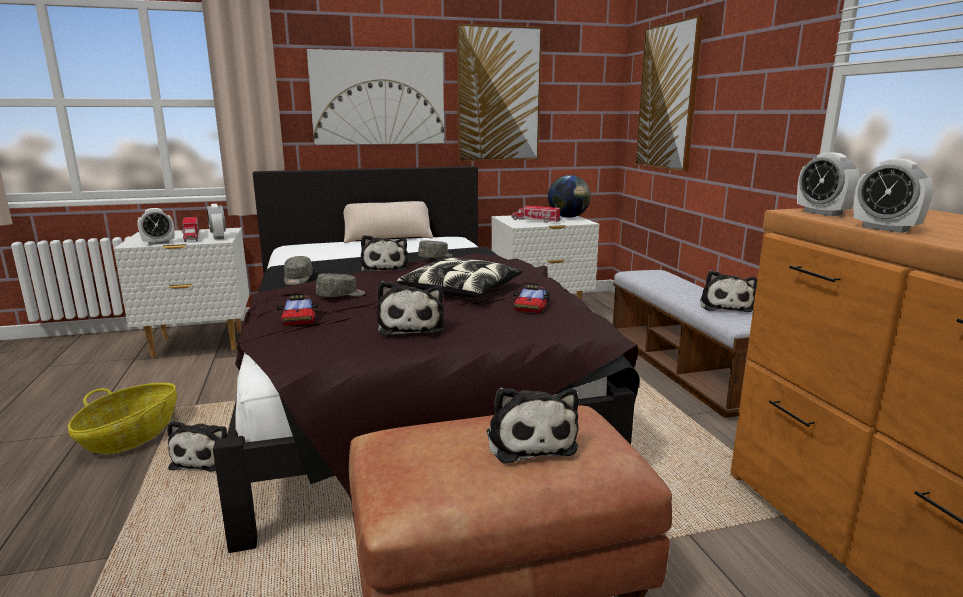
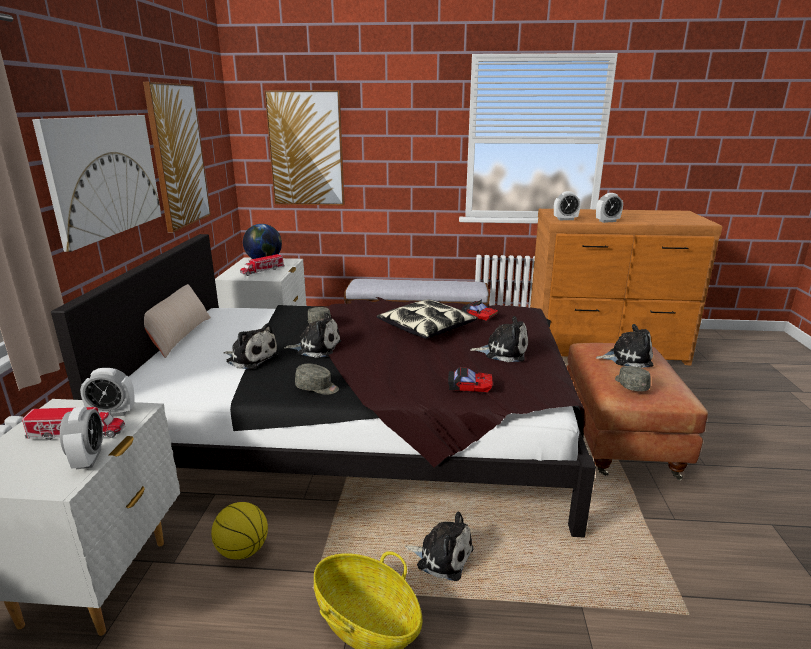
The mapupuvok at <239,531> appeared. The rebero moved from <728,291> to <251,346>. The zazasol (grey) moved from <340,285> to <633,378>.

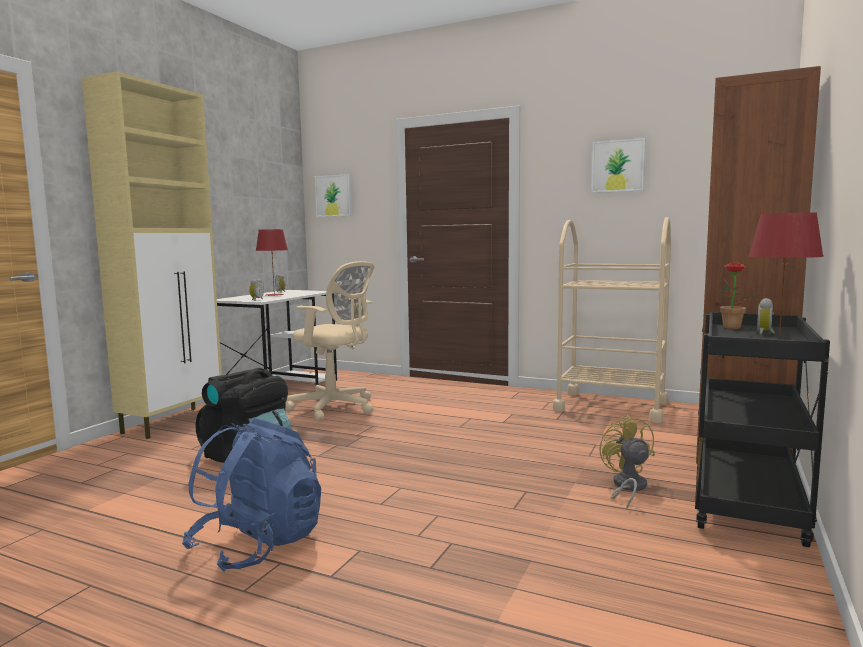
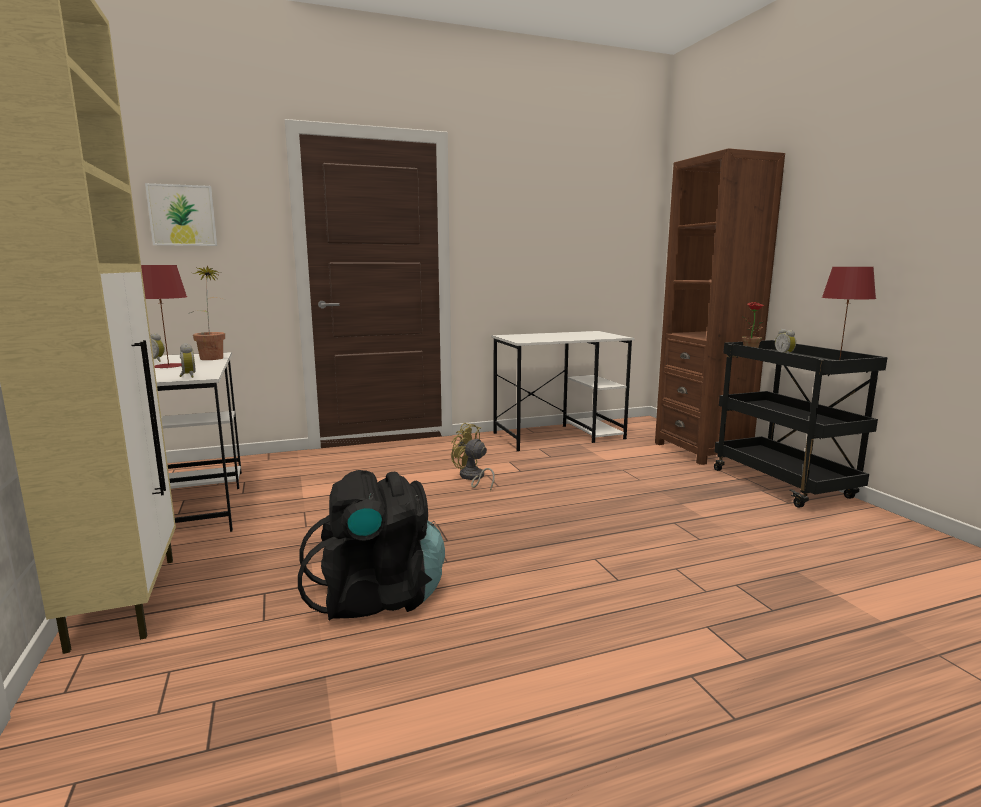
The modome at <208,312> appeared. The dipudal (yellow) moved from <627,462> to <473,457>. The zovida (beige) at <612,320> was replaced by the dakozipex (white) at <563,391>. The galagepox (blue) at <251,494> disappeared. The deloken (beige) at <330,341> disappeared. The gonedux at <618,165> disappeared.

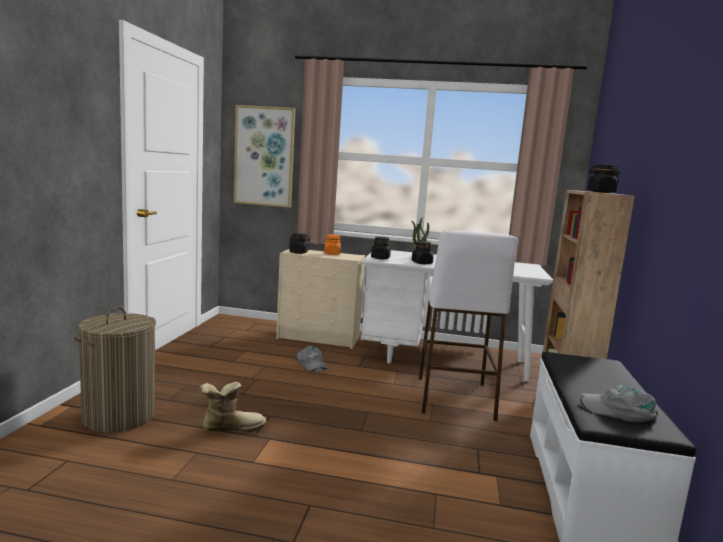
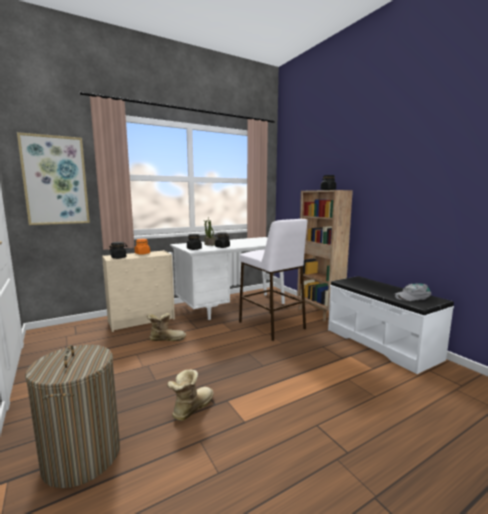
The zazasol (grey) at <310,359> was replaced by the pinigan at <166,327>.

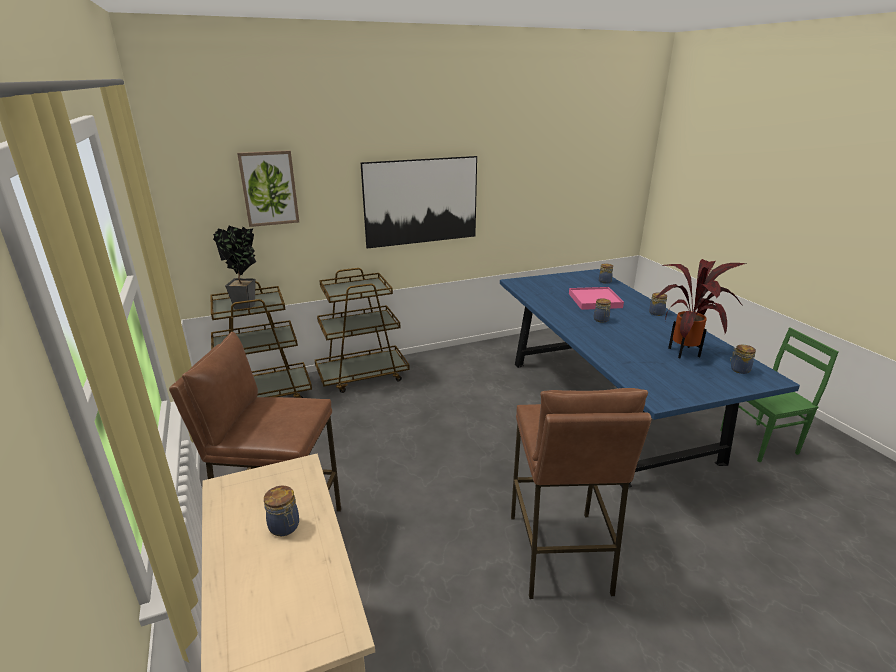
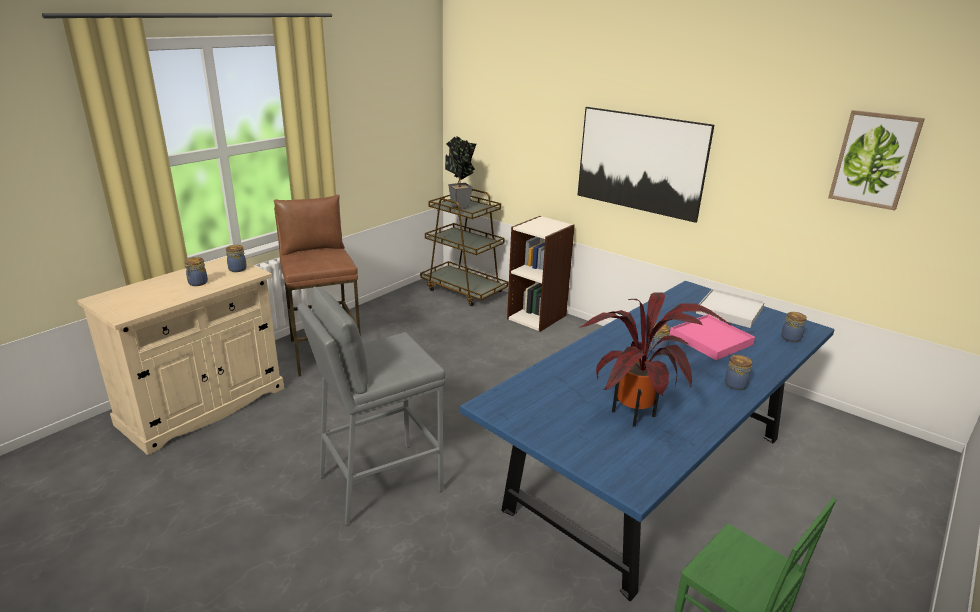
The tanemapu moved from <743,359> to <236,258>. The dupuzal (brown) at <581,493> became the dupuzal (grey) at <371,406>. The zovida (brown) at <362,330> was replaced by the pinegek at <541,274>. The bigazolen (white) at <730,308> appeared. The gonedux moved from <268,188> to <876,160>.

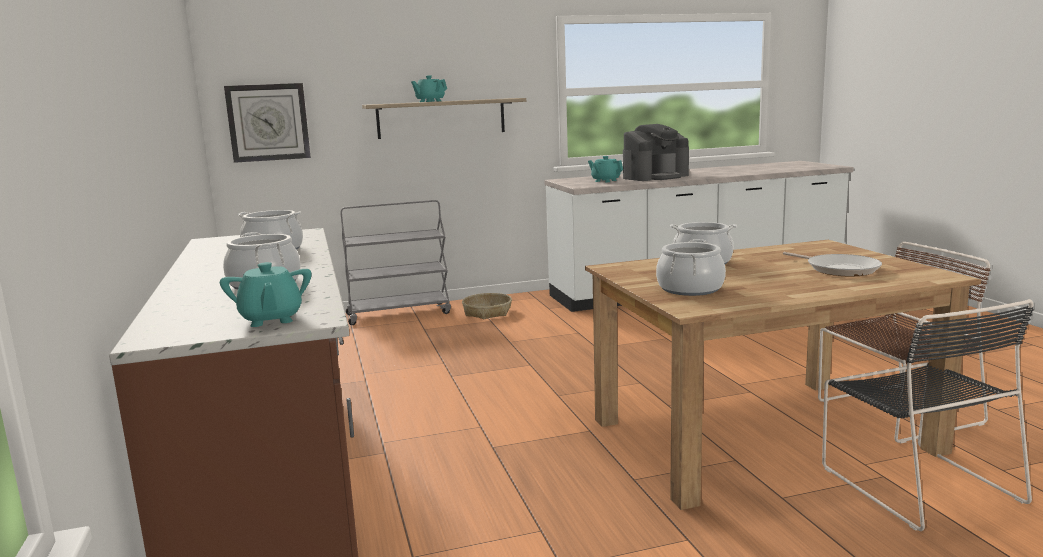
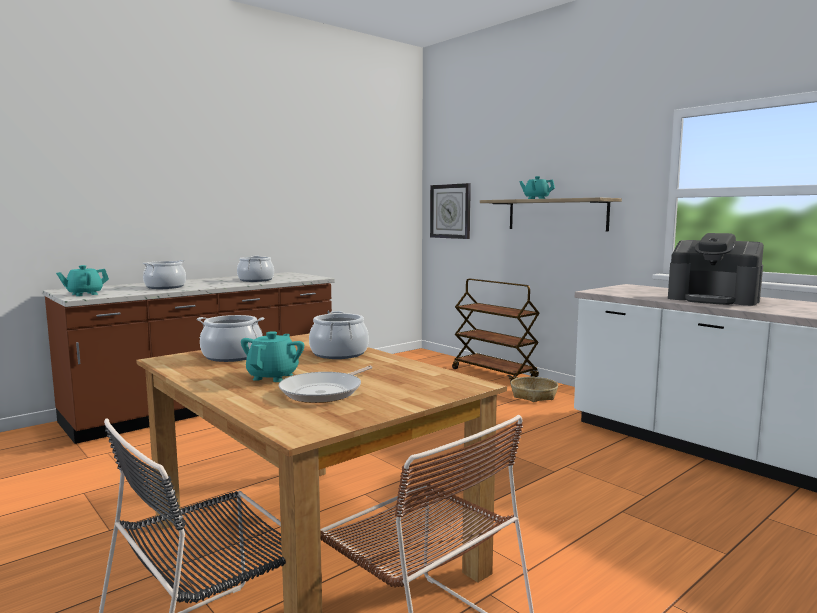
The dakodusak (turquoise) moved from <605,169> to <272,356>. The zovida (grey) at <396,262> became the zovida (brown) at <495,330>.

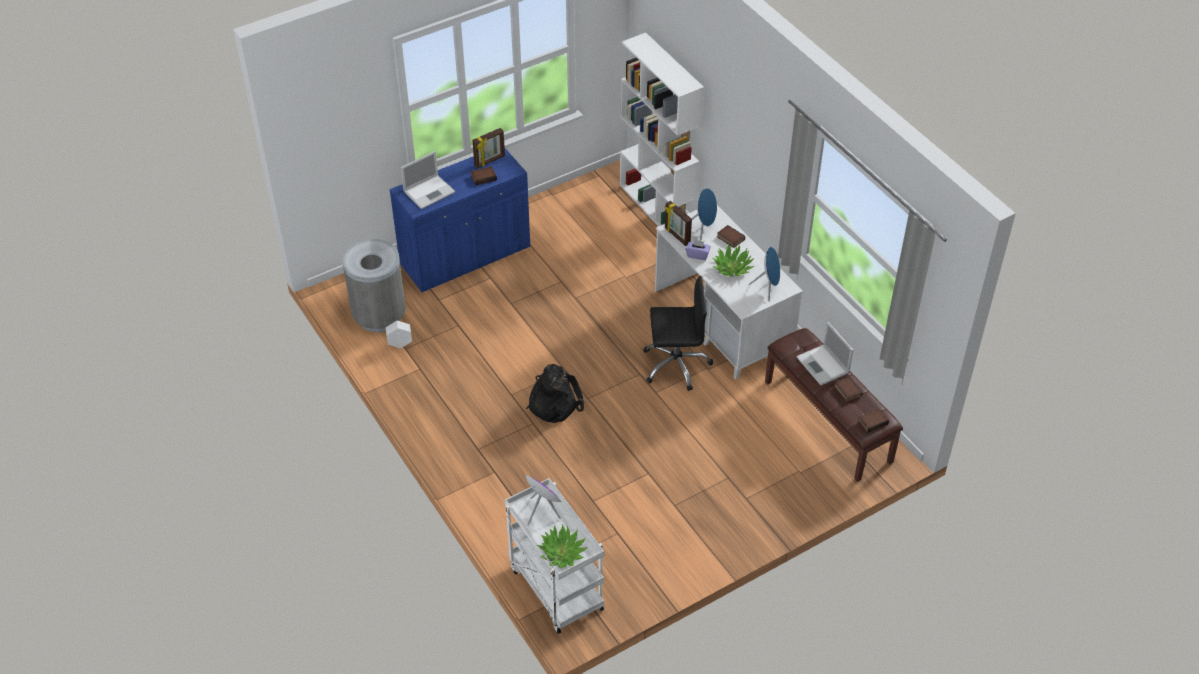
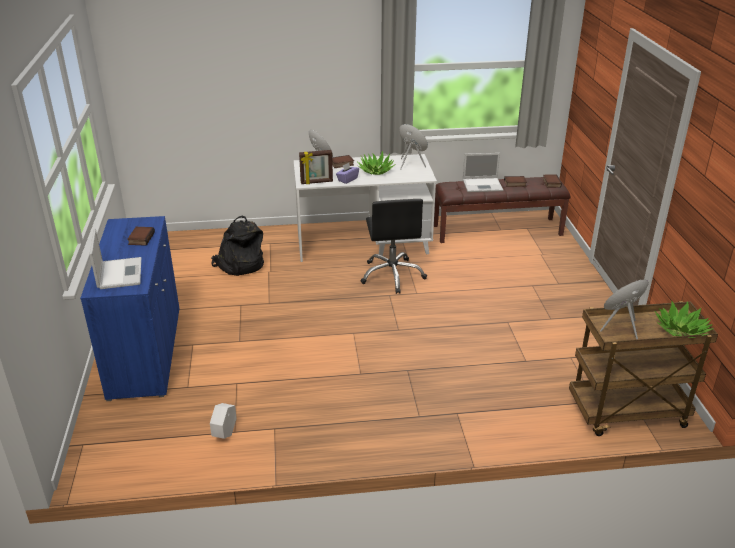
The galagepox (black) moved from <555,393> to <237,246>. The deloken (black) at <678,333> turned 150 degrees clockwise. The zovida (white) at <554,556> became the zovida (brown) at <643,368>. The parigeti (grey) at <374,285> disappeared. The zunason at <488,148> disappeared. The pinegek (white) at <662,129> disappeared.

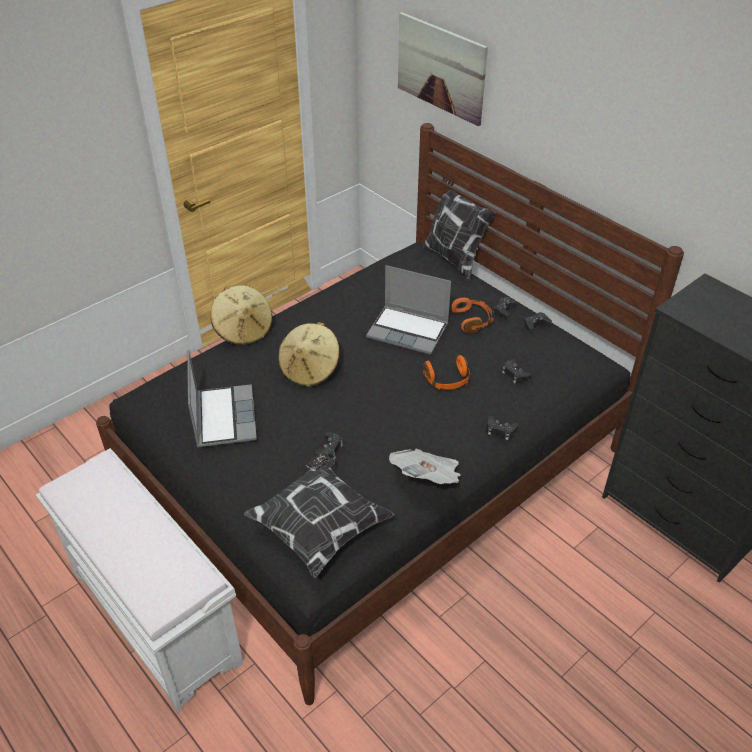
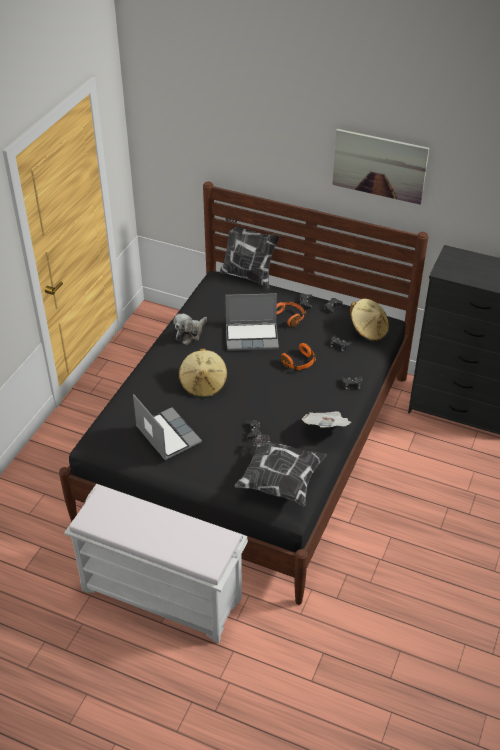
The rebero at <190,329> appeared. The gonedux moved from <443,69> to <380,167>. The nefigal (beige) moved from <242,315> to <369,320>.

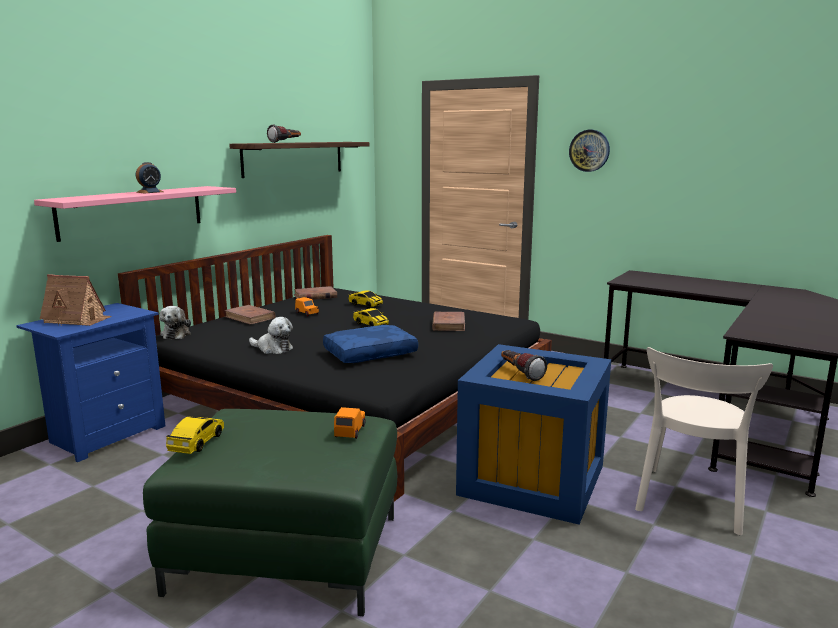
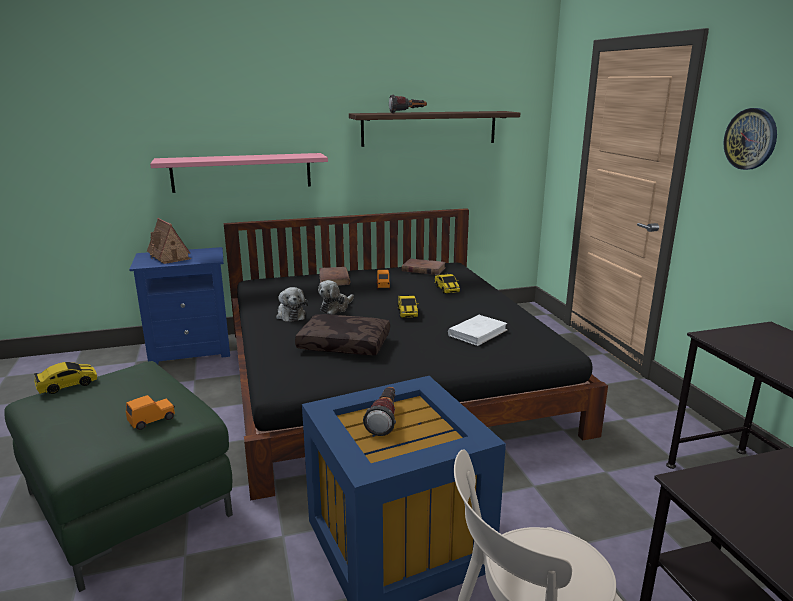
The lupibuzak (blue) at <370,344> became the lupibuzak (brown) at <342,334>. The rebero moved from <175,323> to <336,297>. The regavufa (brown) at <448,321> became the regavufa (white) at <478,330>. The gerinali at <149,177> disappeared.

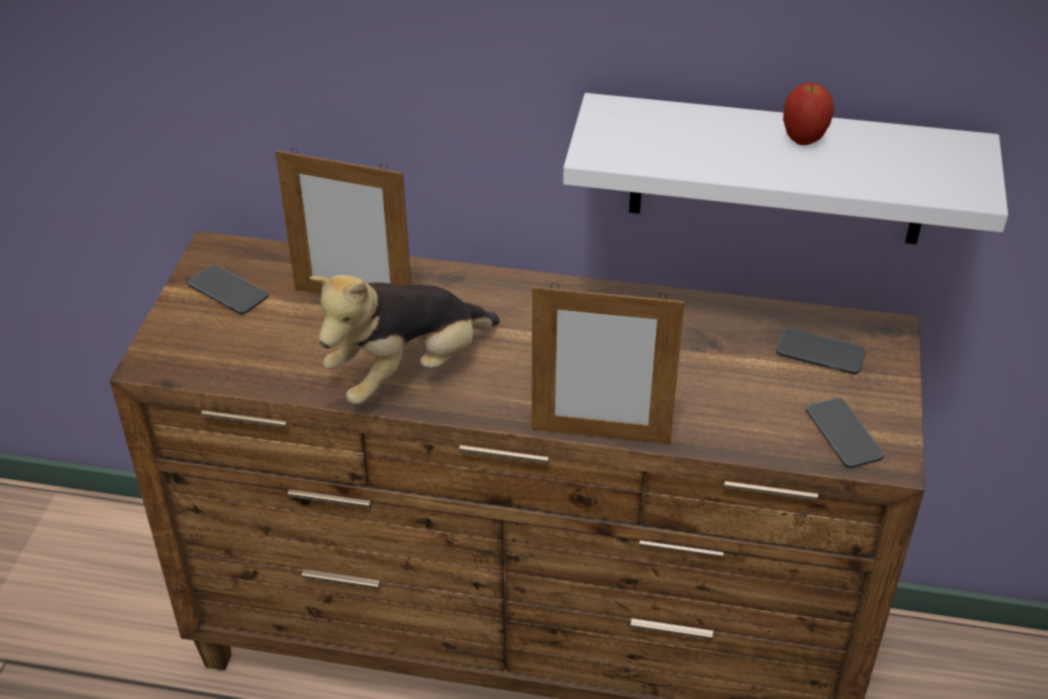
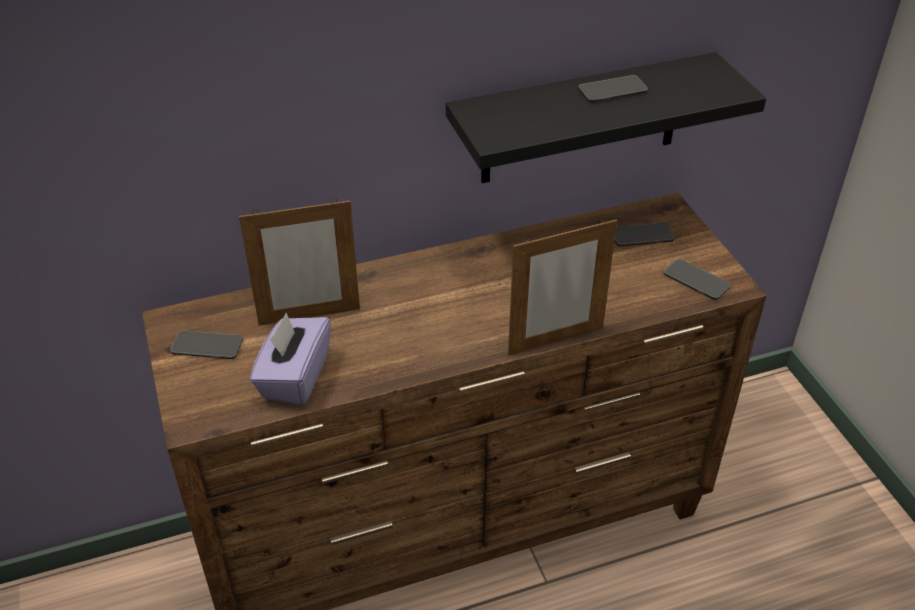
The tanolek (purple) at <290,359> appeared. The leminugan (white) at <785,169> became the leminugan (black) at <606,117>. The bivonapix at <808,114> was replaced by the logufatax at <613,88>. The rebero at <404,340> disappeared.

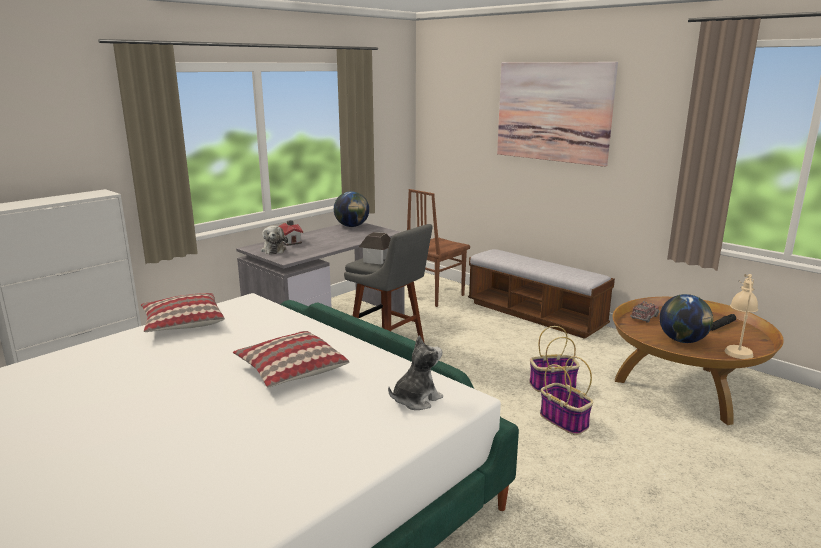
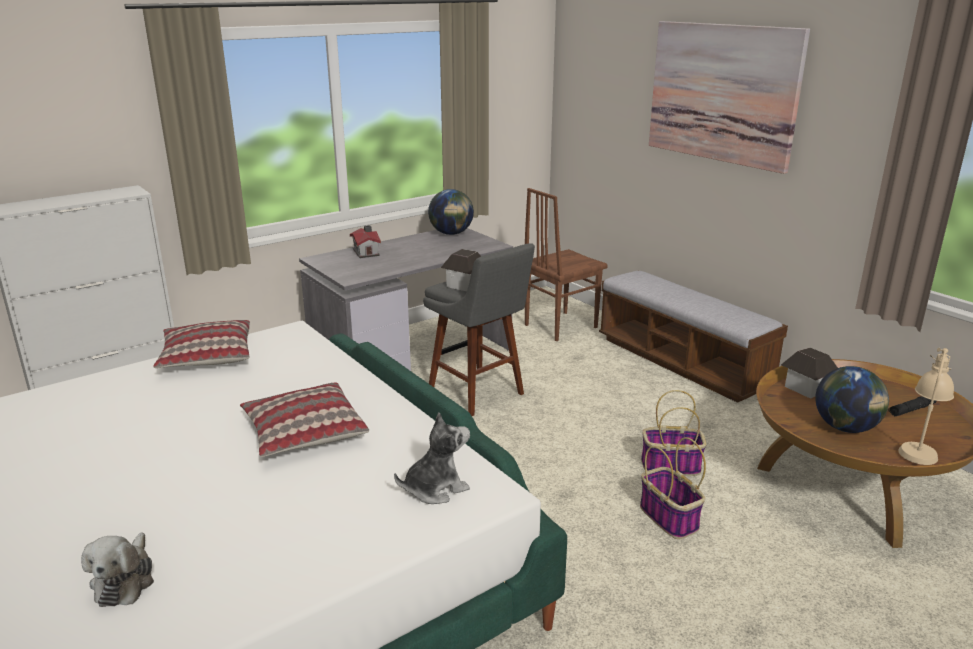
The rebero moved from <274,240> to <117,569>. The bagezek at <645,312> was replaced by the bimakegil at <809,373>.

